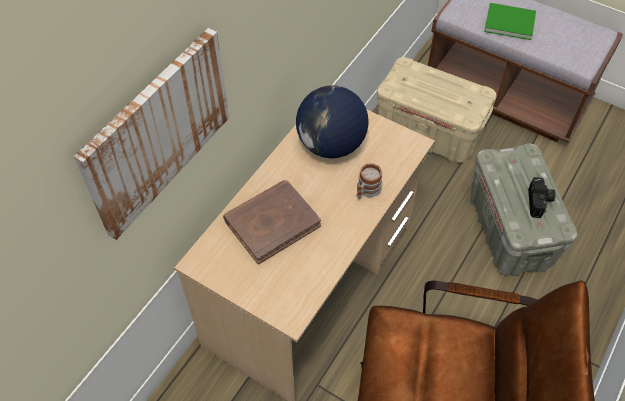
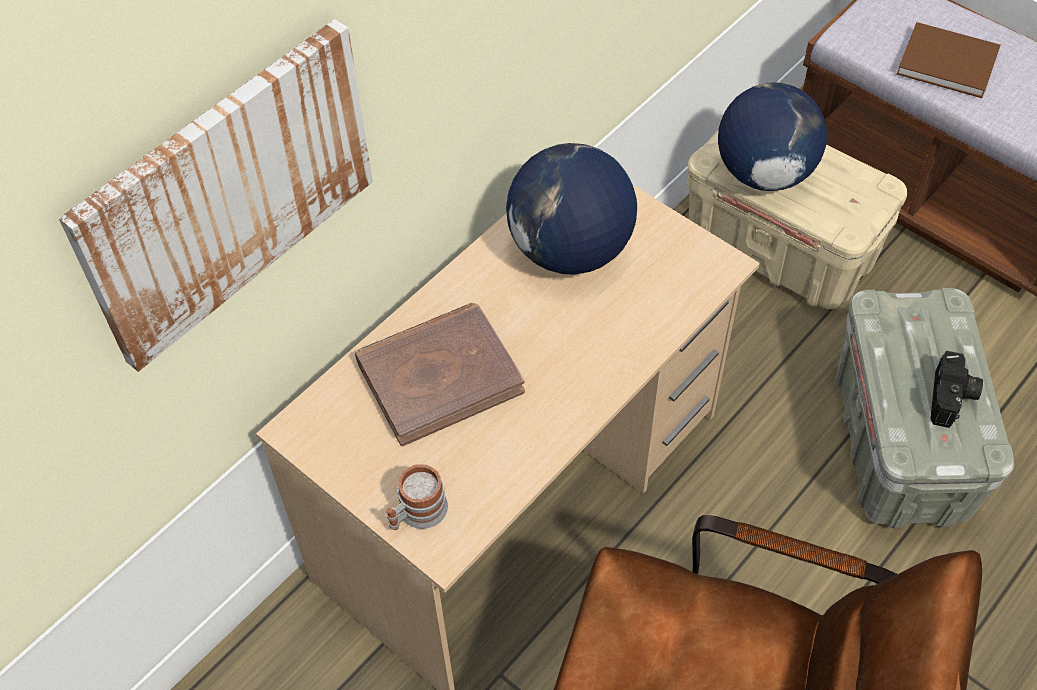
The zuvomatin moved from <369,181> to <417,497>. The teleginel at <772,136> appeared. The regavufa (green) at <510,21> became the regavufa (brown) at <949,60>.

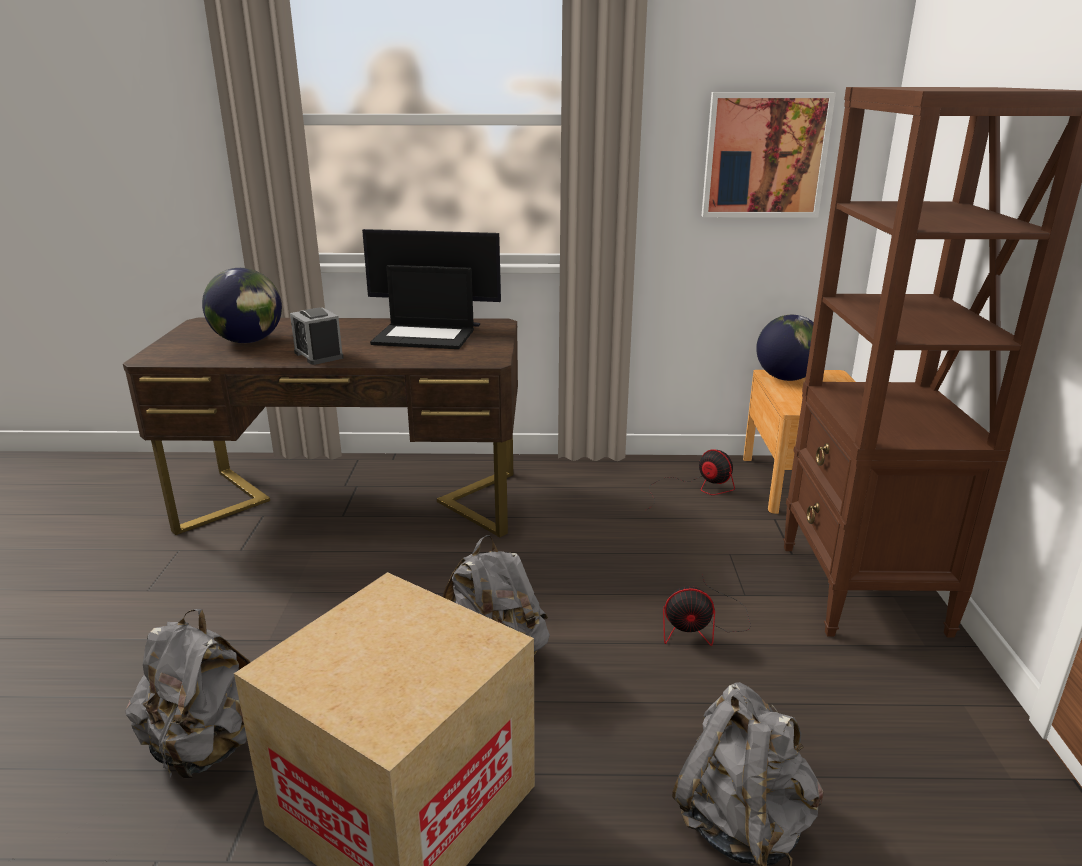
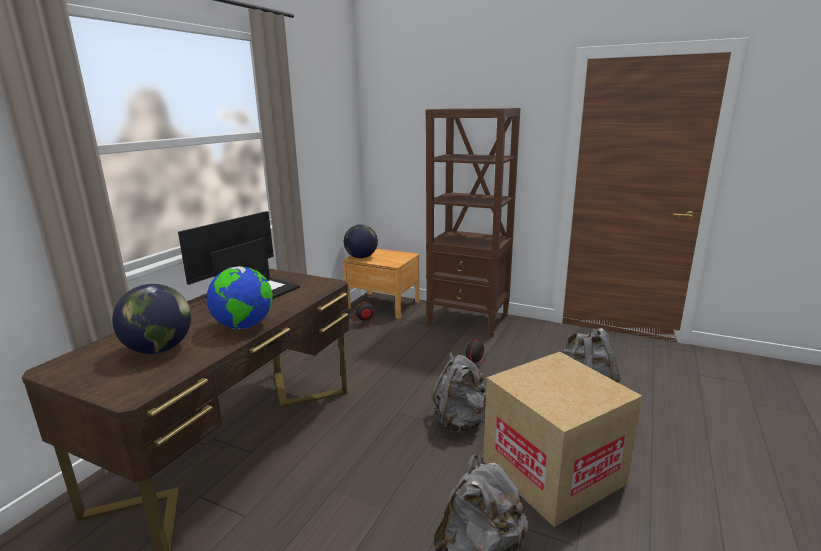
The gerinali at <317,336> was replaced by the teleginel at <240,297>. The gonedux at <769,155> disappeared.

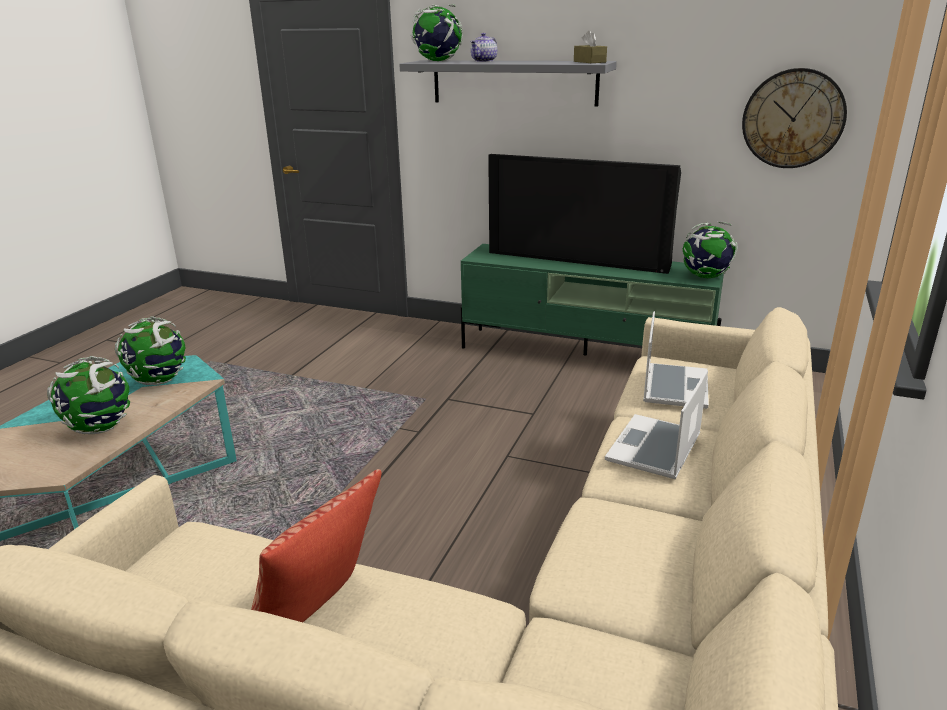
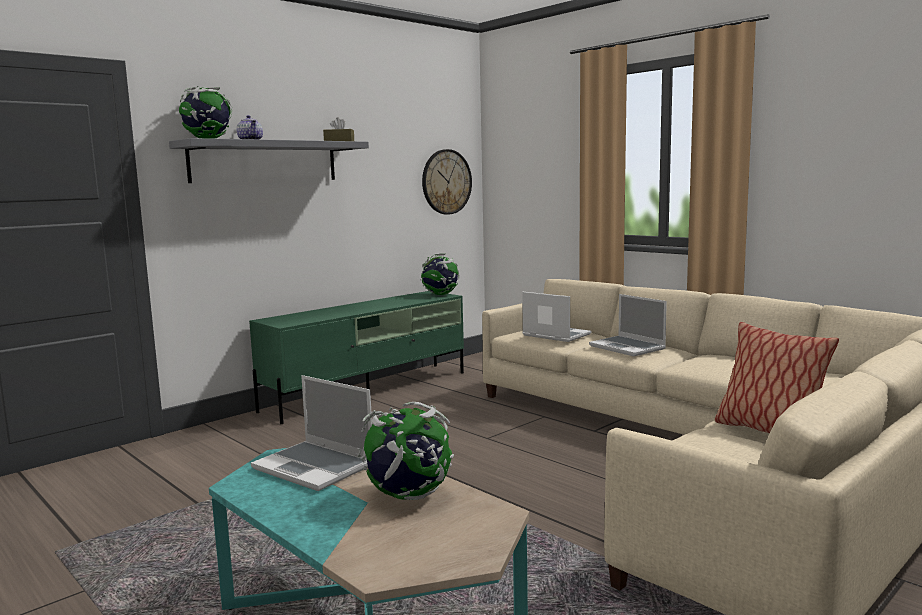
The teleginel at <150,350> was replaced by the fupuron at <311,433>. The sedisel at <584,214> disappeared.

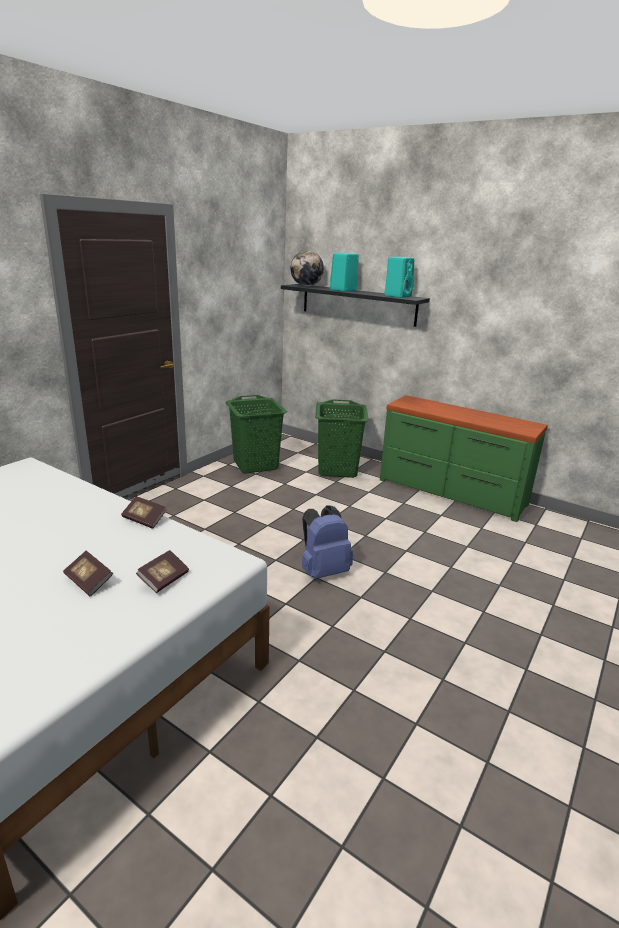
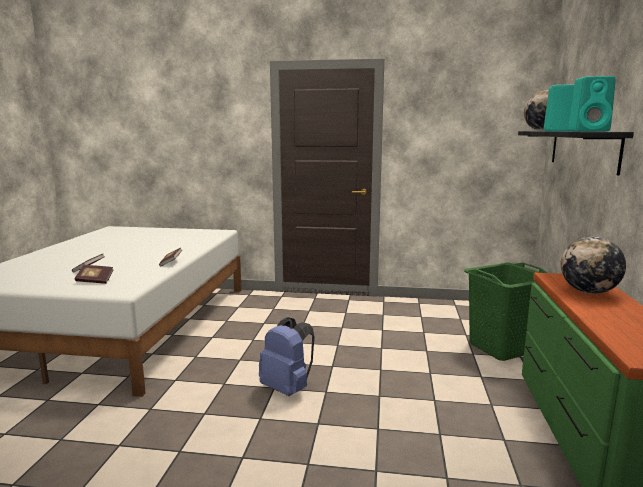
The teleginel at <593,265> appeared. The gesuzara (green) at <256,434> disappeared.

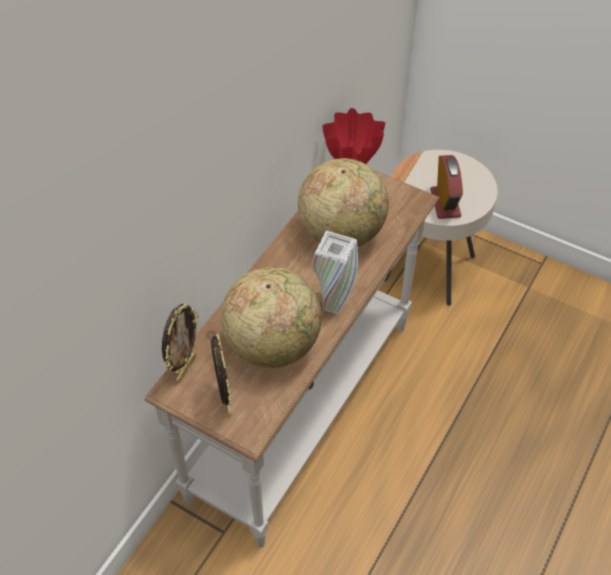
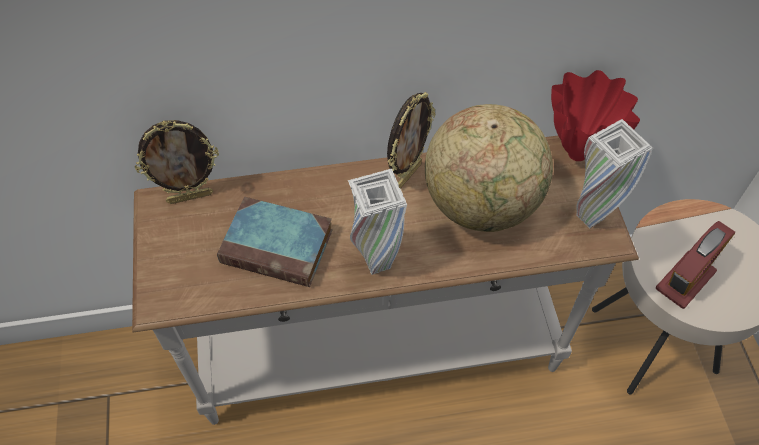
The teleginel at <271,317> was replaced by the regavufa at <275,242>. The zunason moved from <221,374> to <411,140>. The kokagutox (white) at <614,174> appeared.

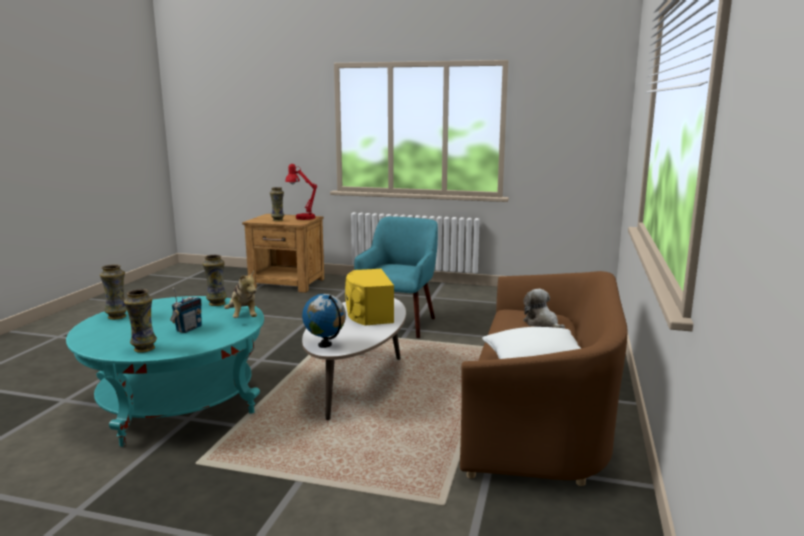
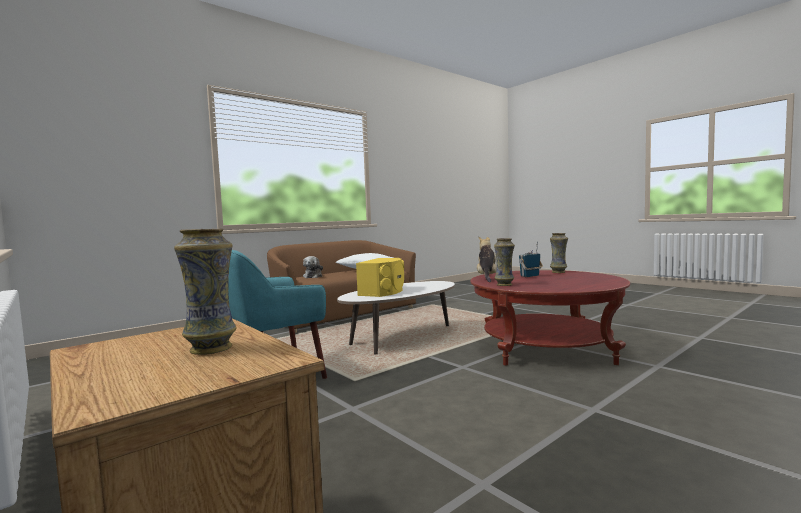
The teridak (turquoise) at <165,371> became the teridak (red) at <550,318>. The kokagutox at <113,292> disappeared. The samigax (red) at <301,192> disappeared. The teleginel at <324,321> disappeared.

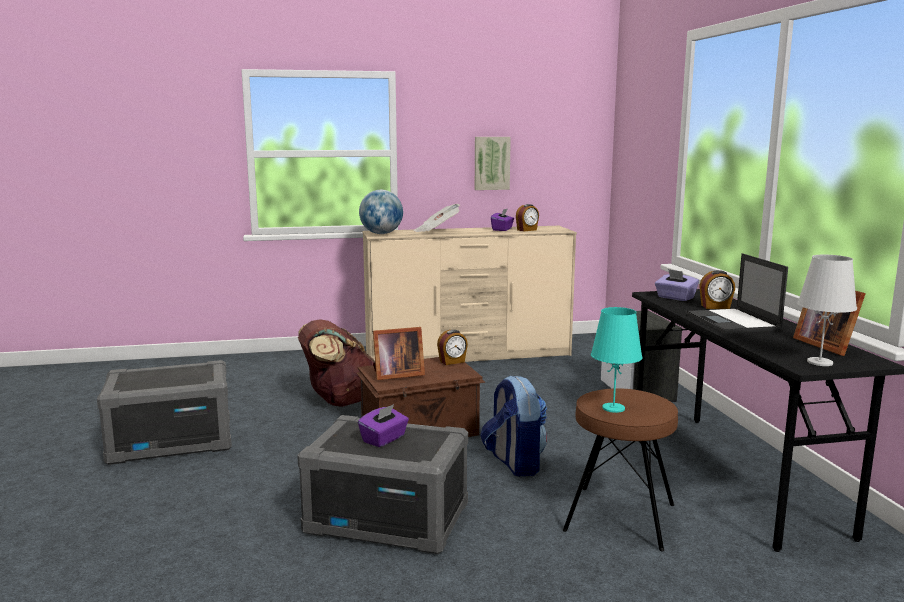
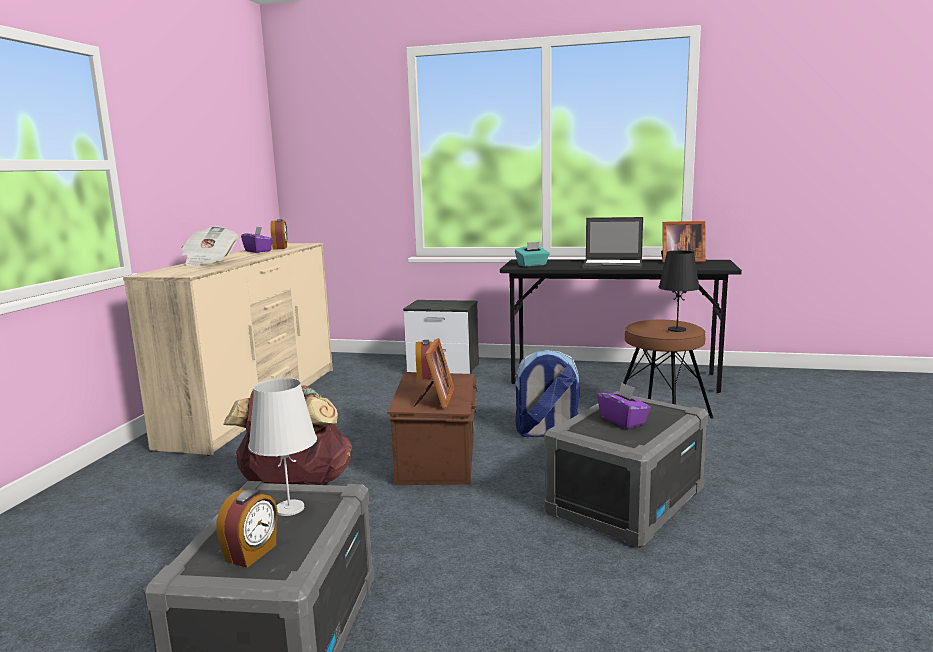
The gerinali moved from <717,289> to <247,528>. The samigax (white) moved from <827,310> to <282,447>. The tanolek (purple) at <677,285> became the tanolek (turquoise) at <532,254>. The samigax (turquoise) at <617,360> became the samigax (black) at <679,291>. The teleginel at <381,212> disappeared. The gonedux at <493,163> disappeared.

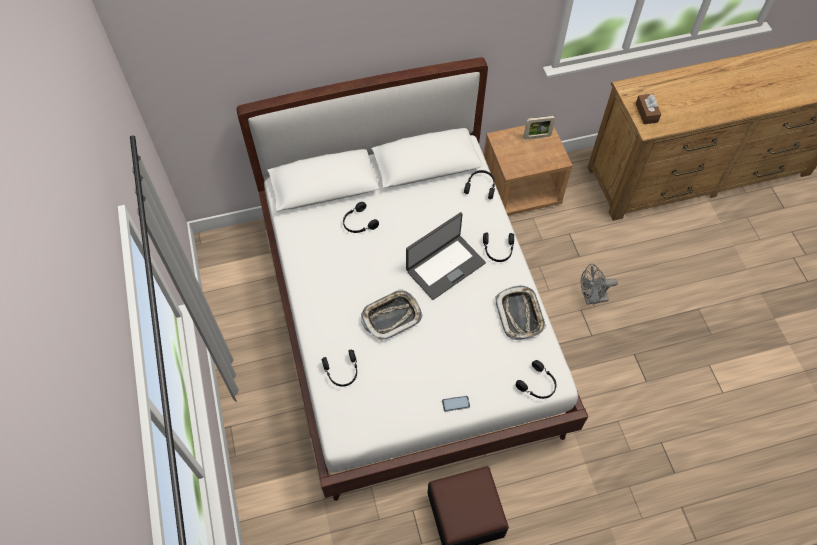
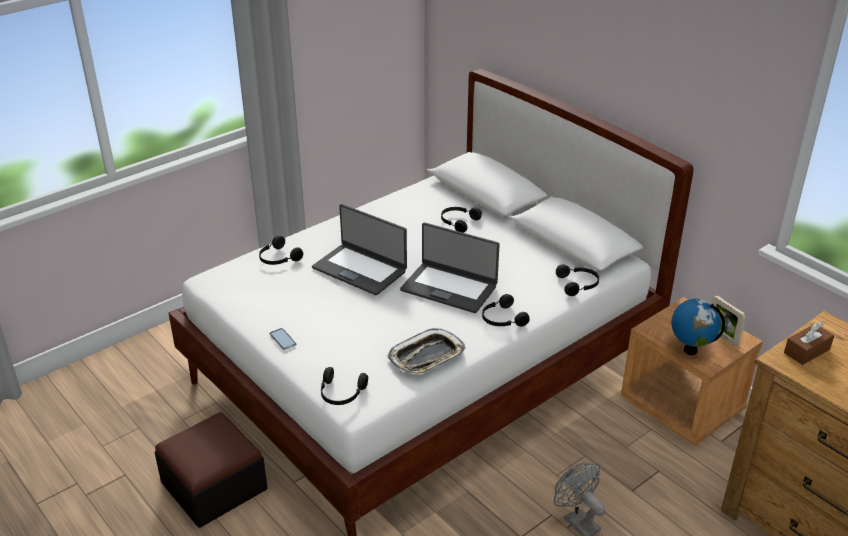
The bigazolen at <391,315> was replaced by the fupuron at <359,249>. The teleginel at <698,327> appeared.

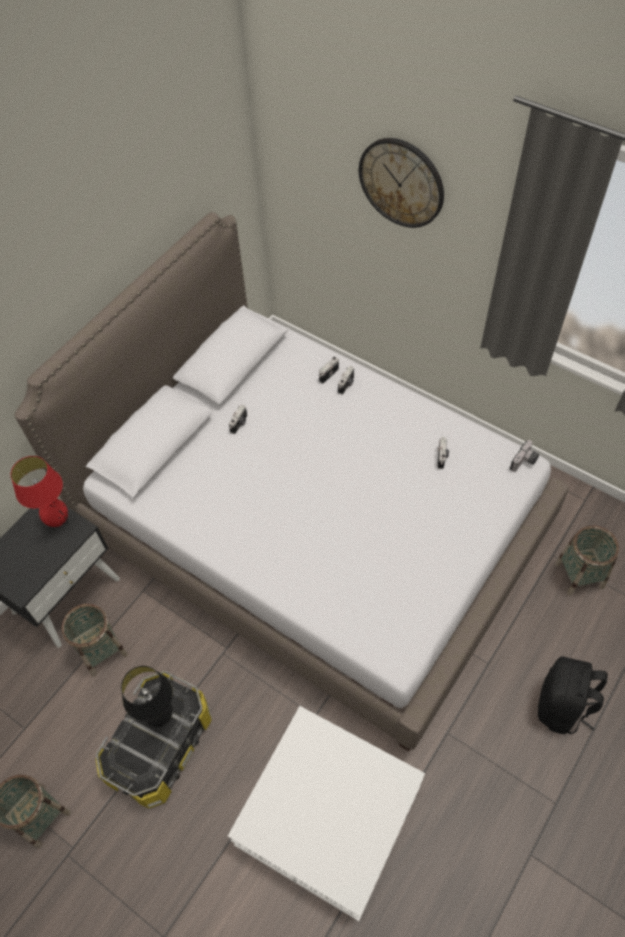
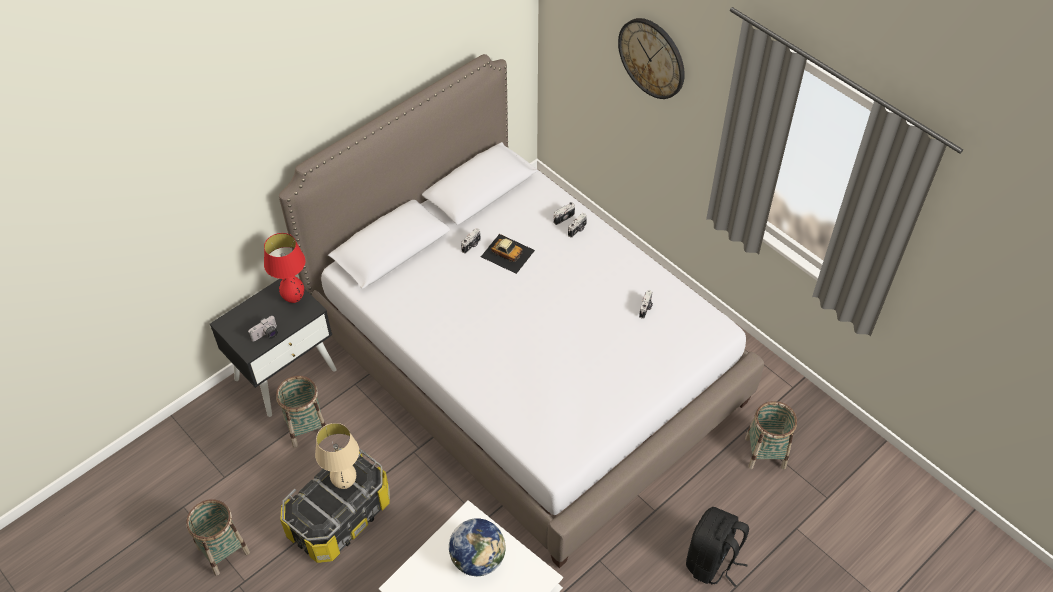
The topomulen moved from <524,456> to <263,329>. The samigax (black) at <147,696> became the samigax (beige) at <337,456>. The teleginel at <477,547> appeared. The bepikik at <508,254> appeared.

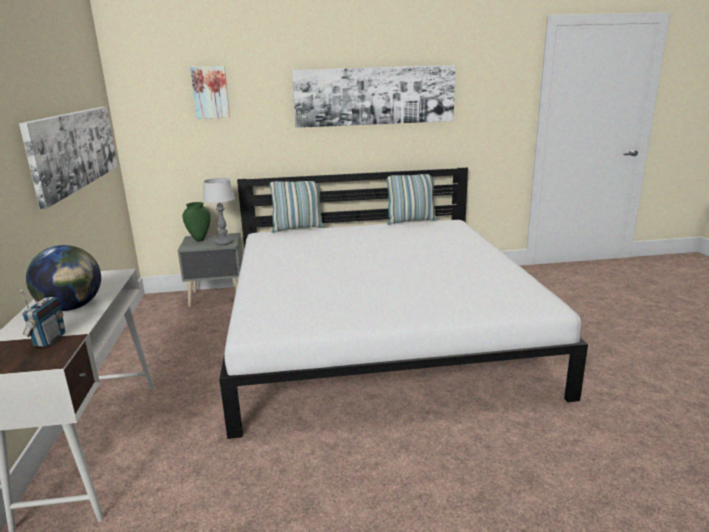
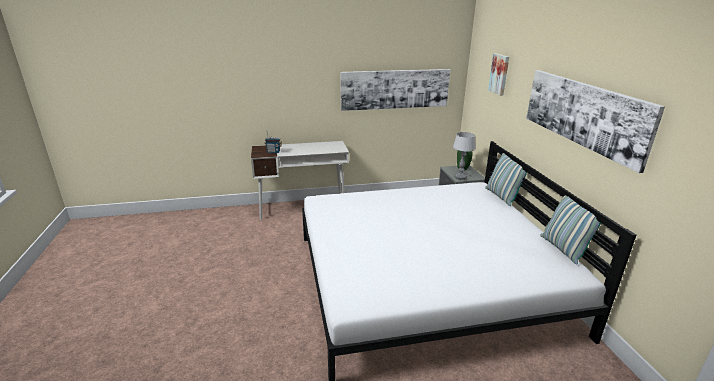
The teleginel at <63,278> disappeared.

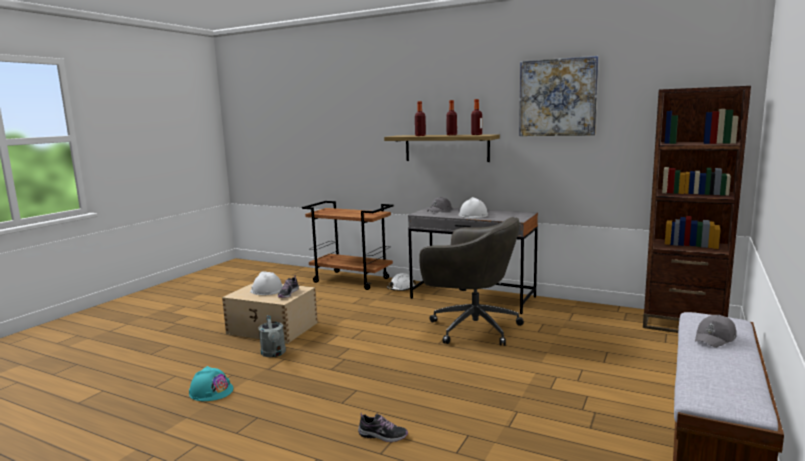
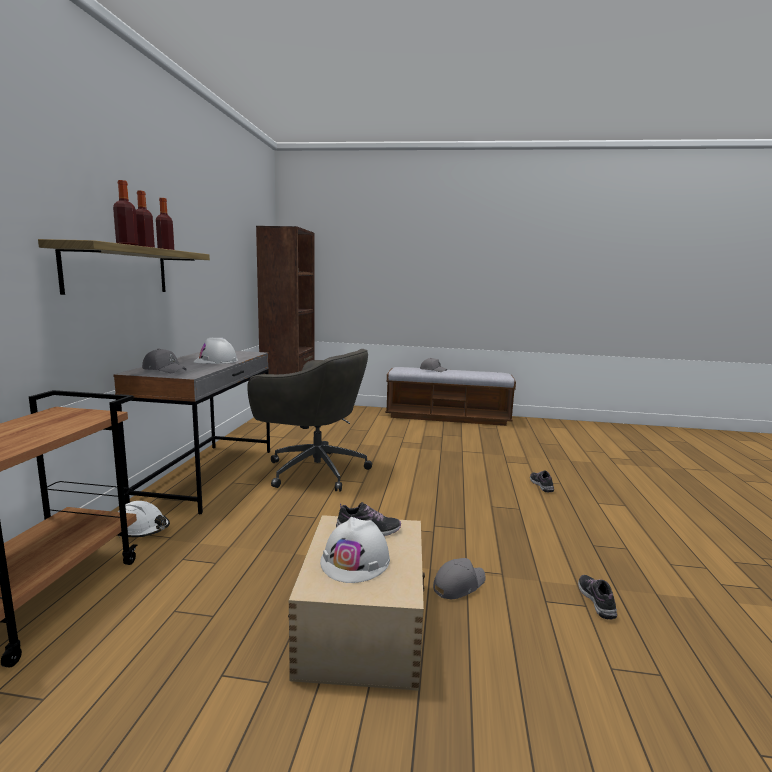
The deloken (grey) at <471,281> turned 105 degrees clockwise. The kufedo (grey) at <272,336> was replaced by the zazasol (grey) at <459,578>. The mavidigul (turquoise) at <211,383> was replaced by the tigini at <597,597>. The gonedux at <559,96> disappeared.

